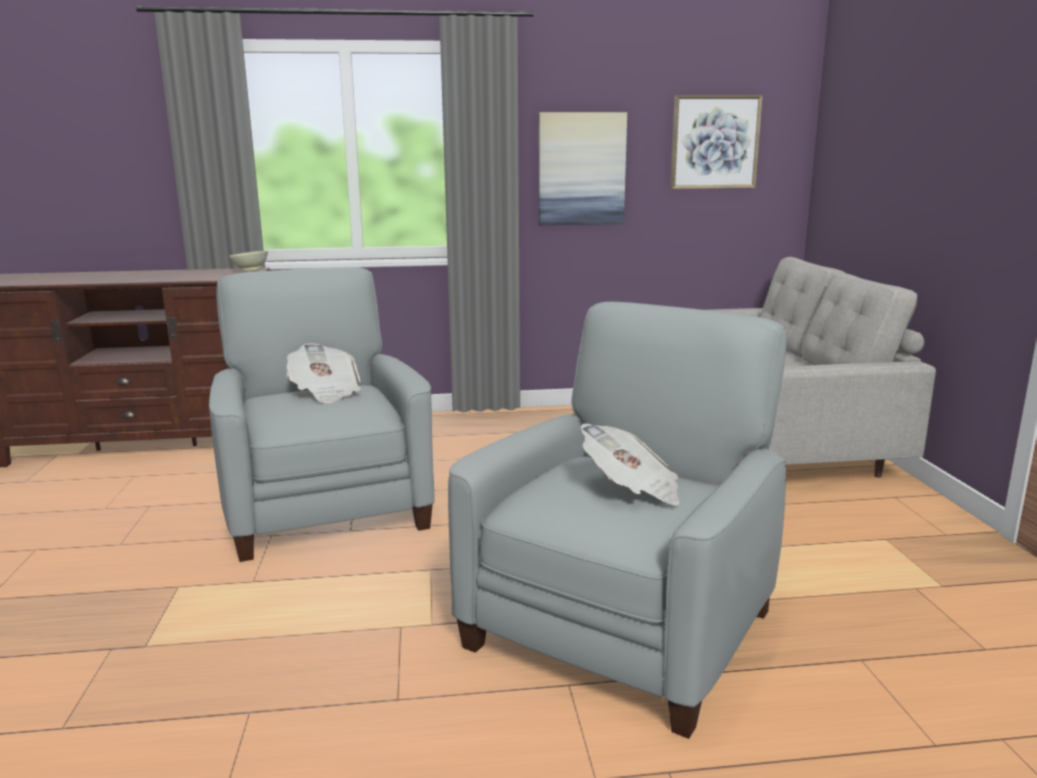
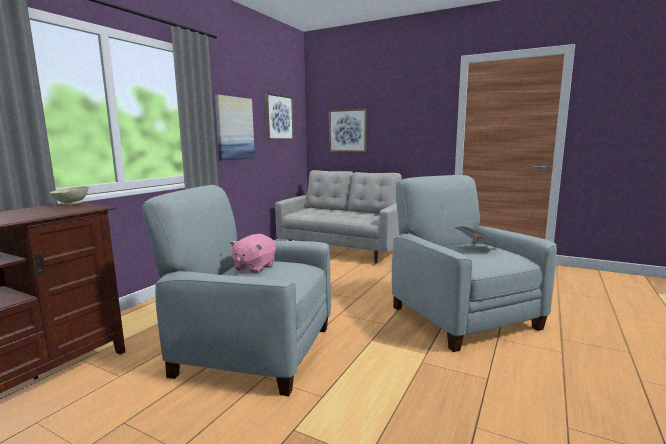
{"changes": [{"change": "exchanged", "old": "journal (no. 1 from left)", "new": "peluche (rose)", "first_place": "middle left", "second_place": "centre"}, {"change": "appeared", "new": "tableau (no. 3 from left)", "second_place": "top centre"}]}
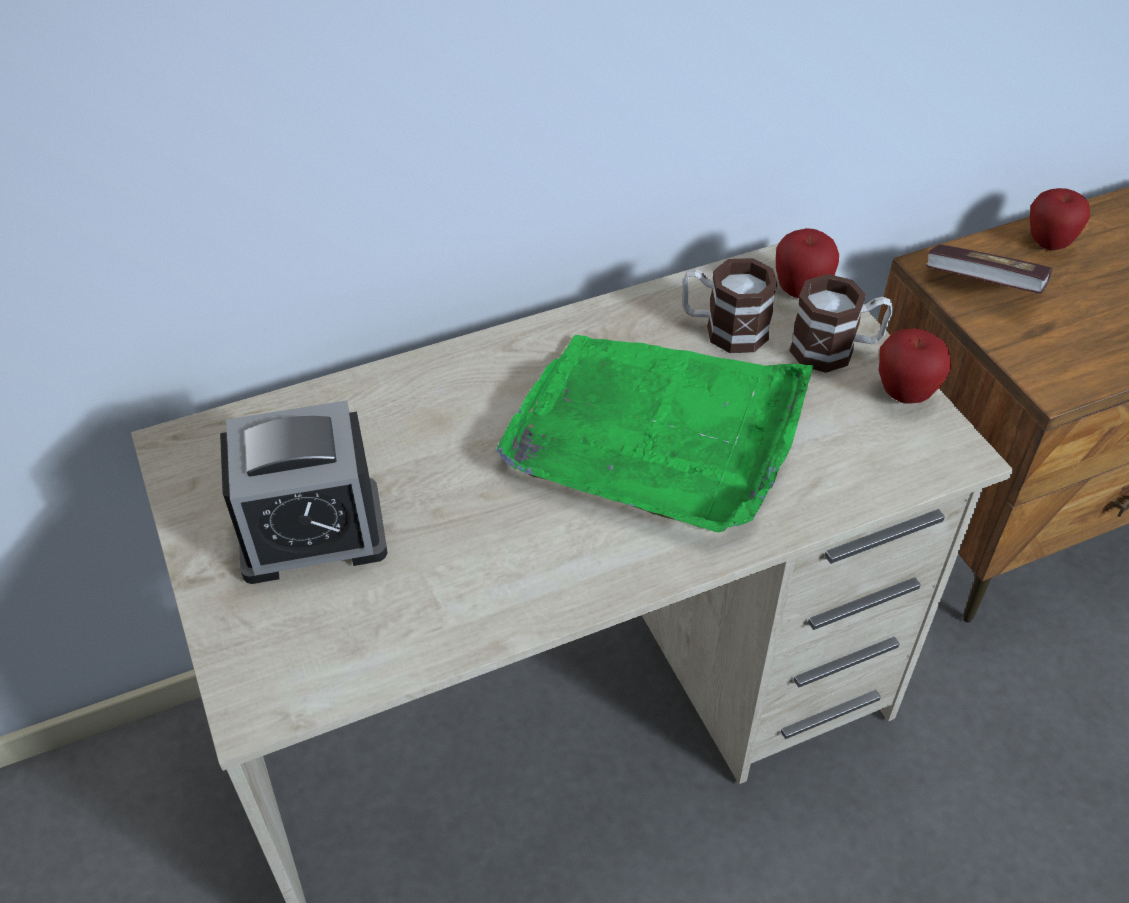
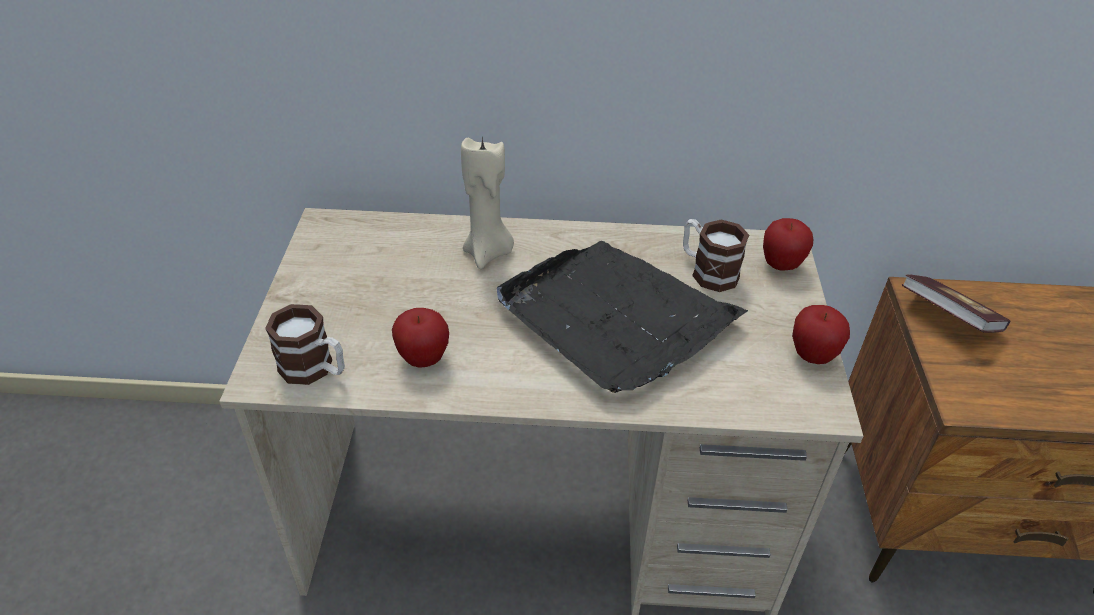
{"changes": [{"change": "missing", "old": "réveil", "first_place": "middle left"}, {"change": "colour", "old": "plateau (vert)", "new": "plateau (noir)", "first_place": "centre", "second_place": "centre"}, {"change": "relocated", "old": "mug (no. 2 from left in the first image)", "new": "mug (no. 1 from left)", "first_place": "middle right", "second_place": "middle left"}, {"change": "relocated", "old": "pomme (no. 3 from left in the first image)", "new": "pomme (no. 1 from left)", "first_place": "top right", "second_place": "centre"}, {"change": "appeared", "new": "bougie (beige)", "second_place": "top centre"}]}
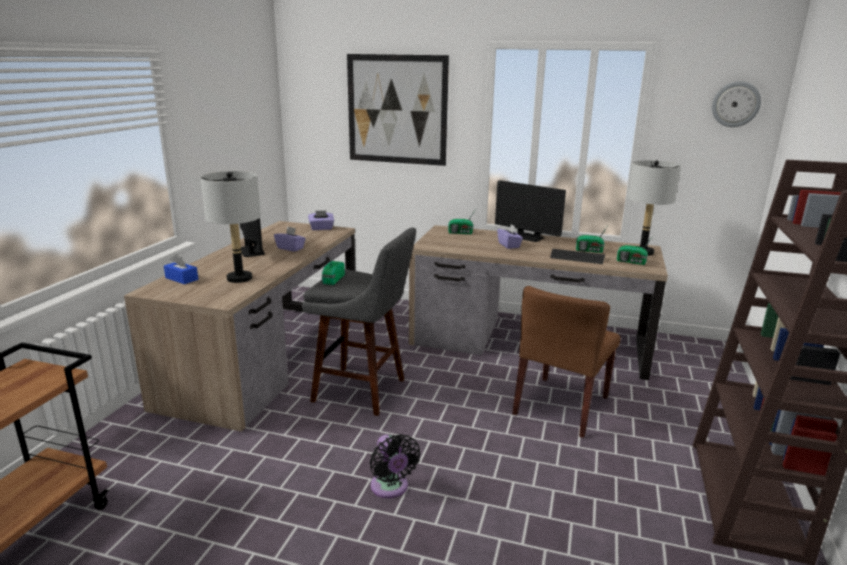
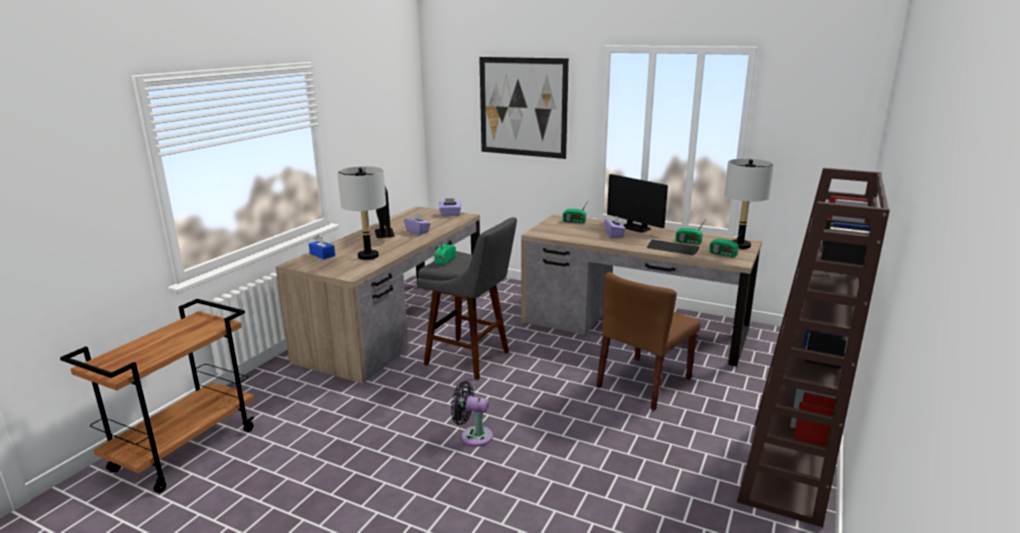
{"changes": [{"change": "spun", "old": "ventilateur (noir)", "first_place": "bottom centre", "second_place": "bottom centre", "degrees": 120}, {"change": "missing", "old": "horloge murale", "first_place": "top right"}]}
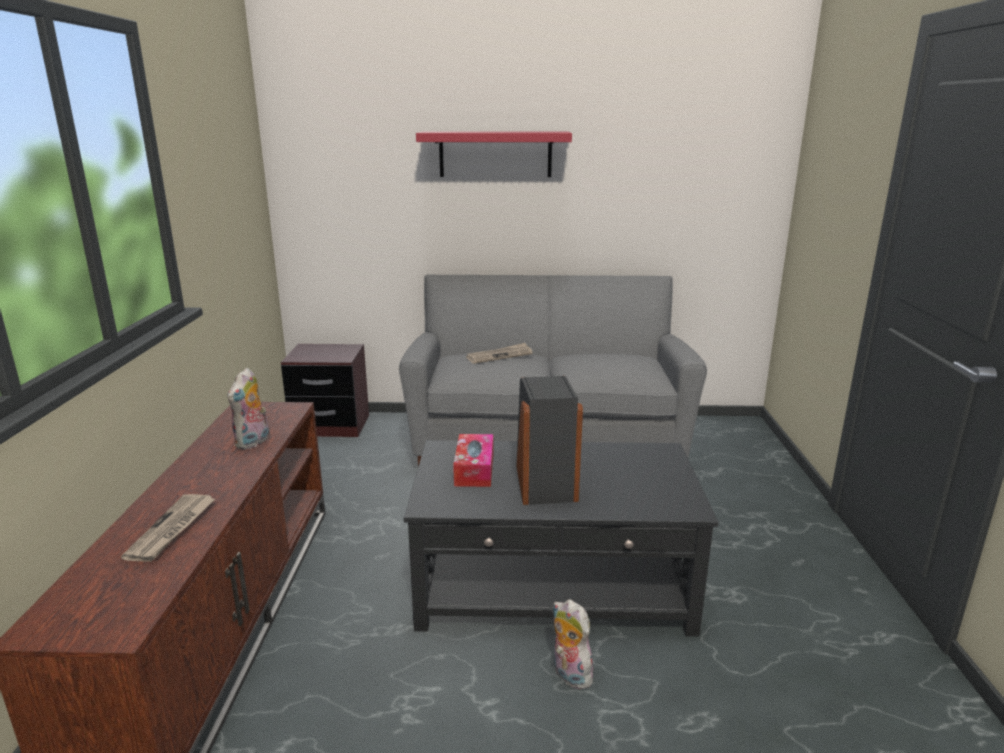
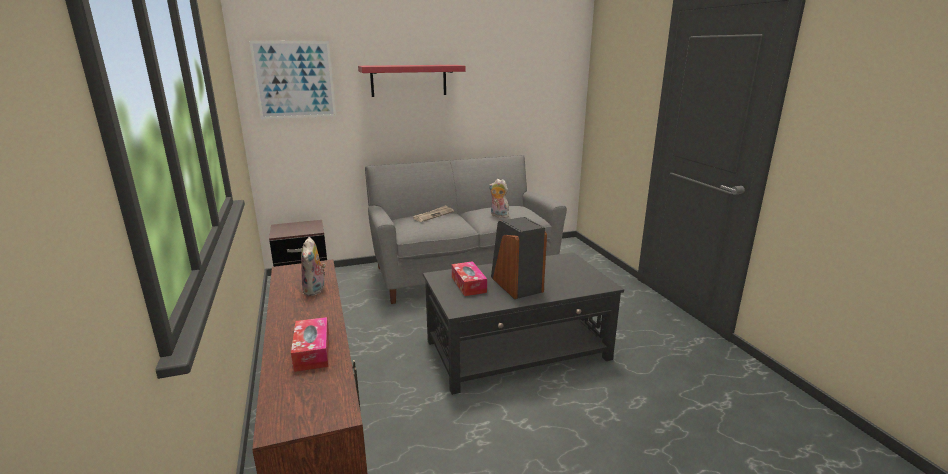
{"changes": [{"change": "exchanged", "old": "journal (no. 1 from left)", "new": "boîte à mouchoirs (no. 1 from left)", "first_place": "bottom left", "second_place": "bottom left"}, {"change": "relocated", "old": "peluche (no. 2 from left)", "first_place": "bottom centre", "second_place": "centre"}, {"change": "appeared", "new": "tableau", "second_place": "top left"}]}
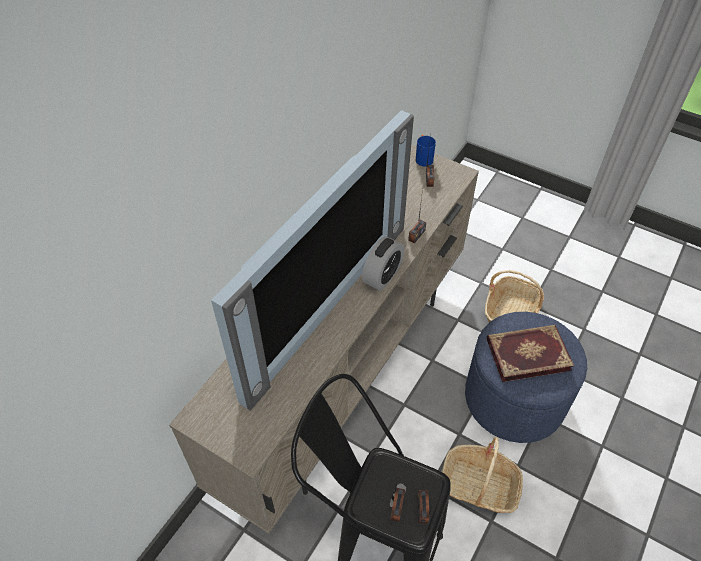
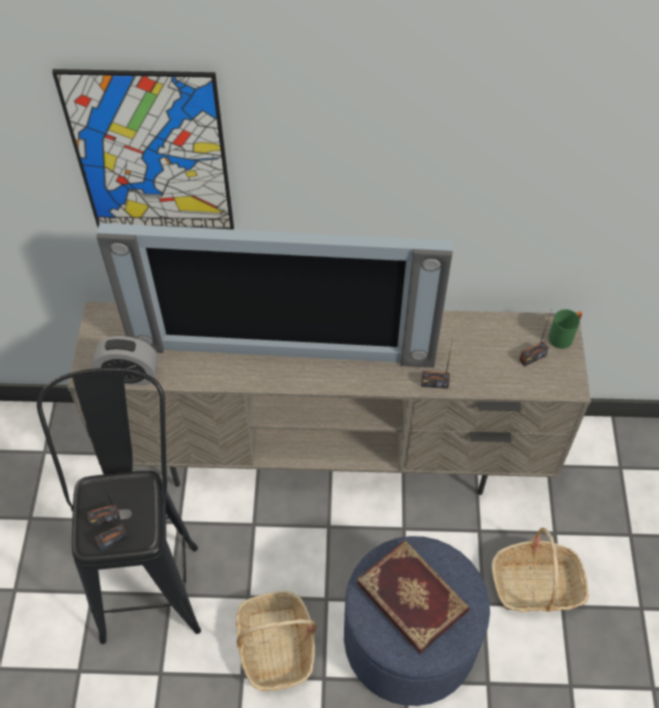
{"changes": [{"change": "relocated", "old": "réveil", "first_place": "centre", "second_place": "middle left"}, {"change": "colour", "old": "mug (bleu)", "new": "mug (vert)", "first_place": "top centre", "second_place": "middle right"}, {"change": "appeared", "new": "tableau", "second_place": "top left"}]}
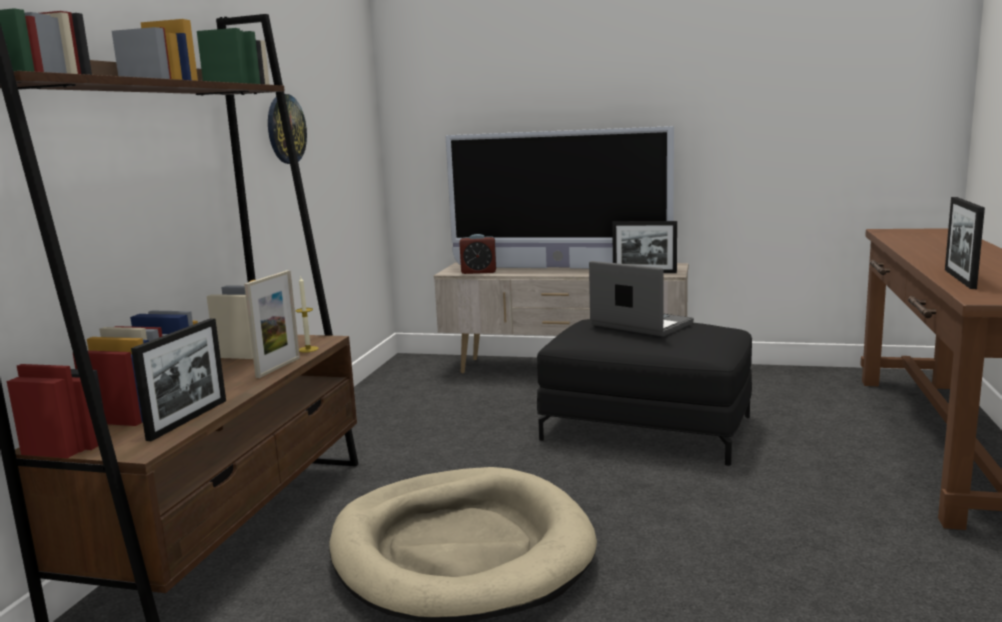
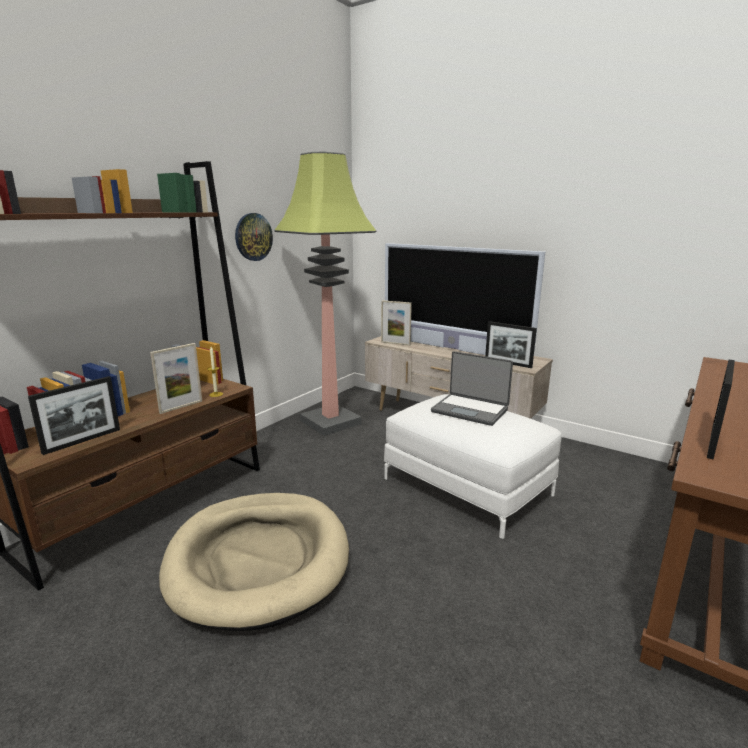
{"changes": [{"change": "exchanged", "old": "réveil", "new": "cadre photo (no. 3 from left)", "first_place": "centre", "second_place": "centre"}, {"change": "colour", "old": "pouf (noir)", "new": "pouf (blanc)", "first_place": "centre", "second_place": "centre"}, {"change": "spun", "old": "ordinateur portable", "first_place": "centre", "second_place": "centre", "degrees": 150}, {"change": "appeared", "new": "lampadaire", "second_place": "centre"}]}
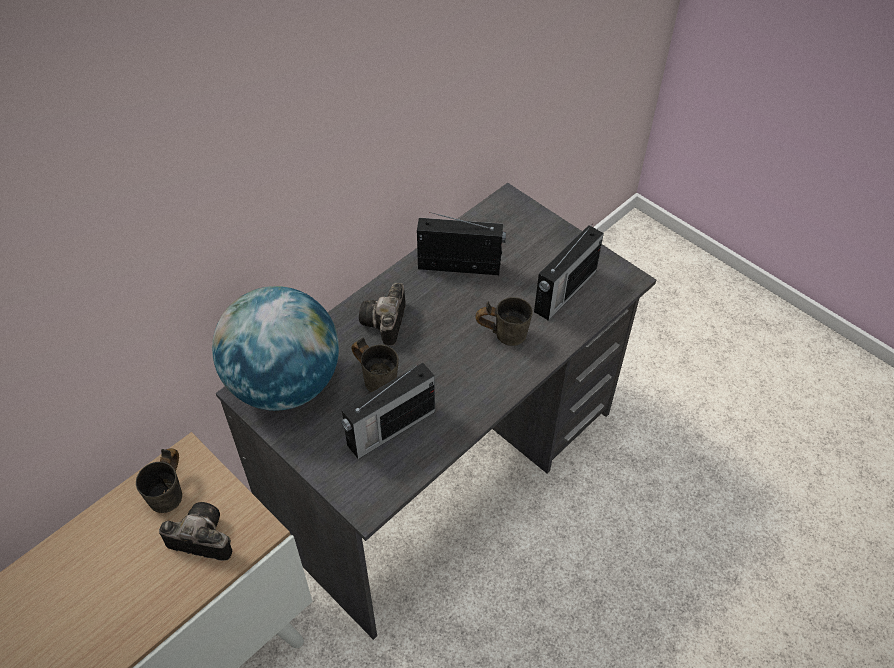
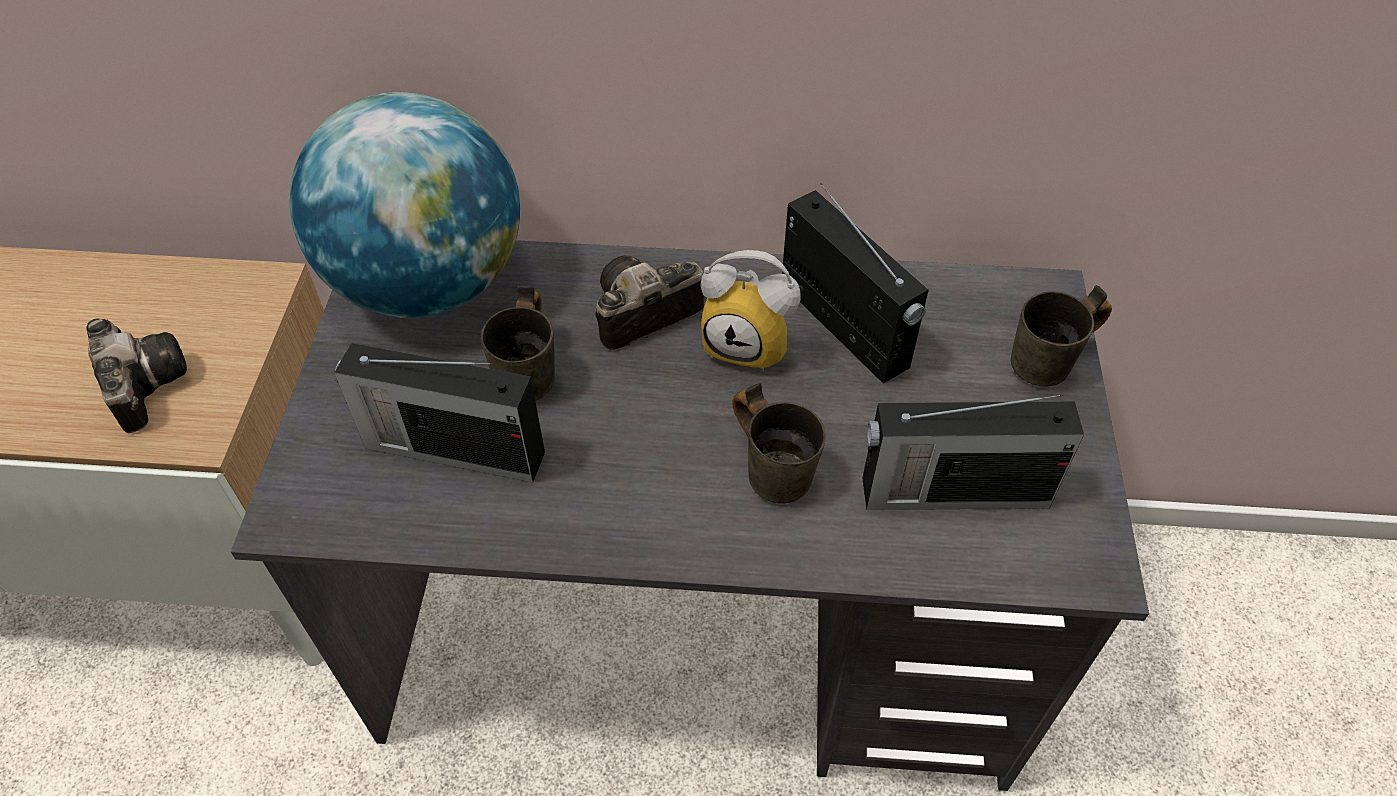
{"changes": [{"change": "relocated", "old": "mug (gris) (no. 1 from left in the first image)", "new": "mug (gris) (no. 3 from left)", "first_place": "bottom left", "second_place": "middle right"}, {"change": "appeared", "new": "réveil", "second_place": "centre"}]}
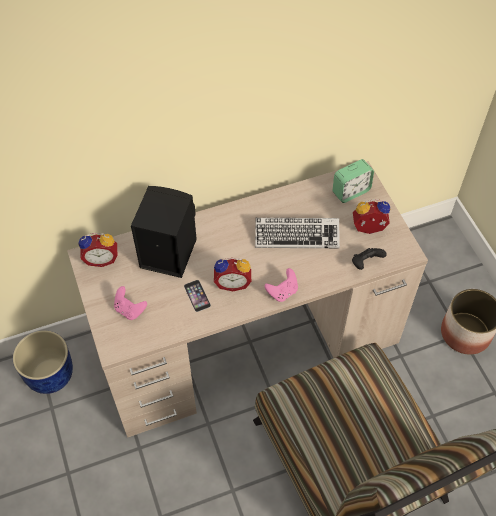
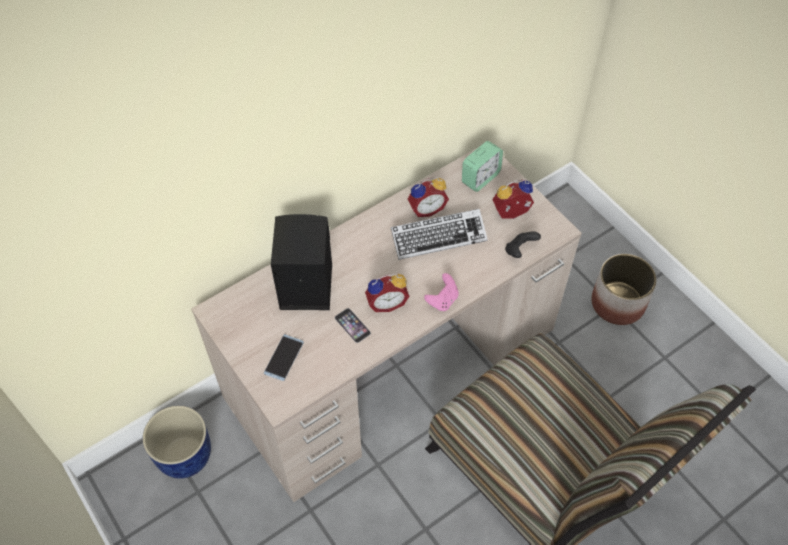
{"changes": [{"change": "relocated", "old": "réveil (no. 1 from left in the first image)", "new": "réveil (no. 2 from left)", "first_place": "middle left", "second_place": "centre"}, {"change": "exchanged", "old": "manette (rose) (no. 1 from left)", "new": "téléphone (no. 1 from left)", "first_place": "middle left", "second_place": "centre"}]}
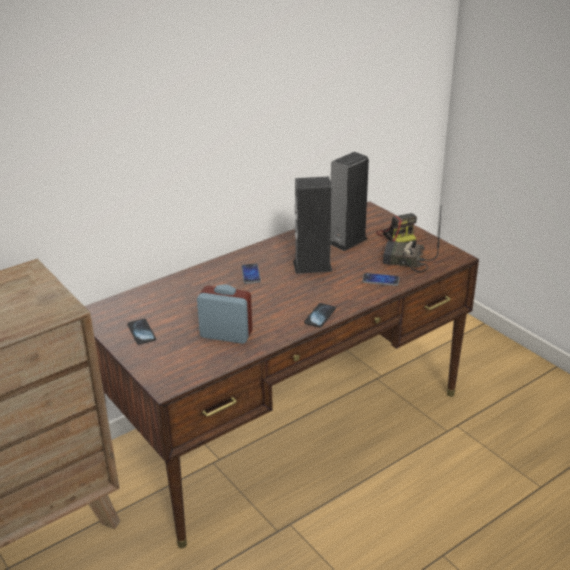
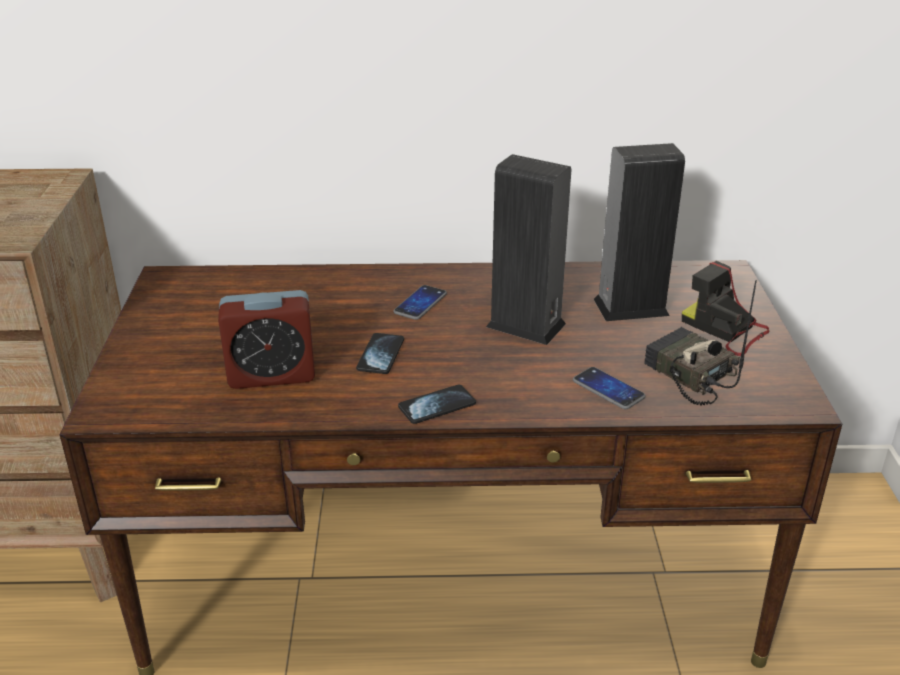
{"changes": [{"change": "relocated", "old": "téléphone (no. 1 from left)", "first_place": "middle left", "second_place": "centre"}, {"change": "spun", "old": "réveil", "first_place": "centre", "second_place": "middle left", "degrees": 120}, {"change": "spun", "old": "appareil photo", "first_place": "middle right", "second_place": "middle right", "degrees": 120}]}
